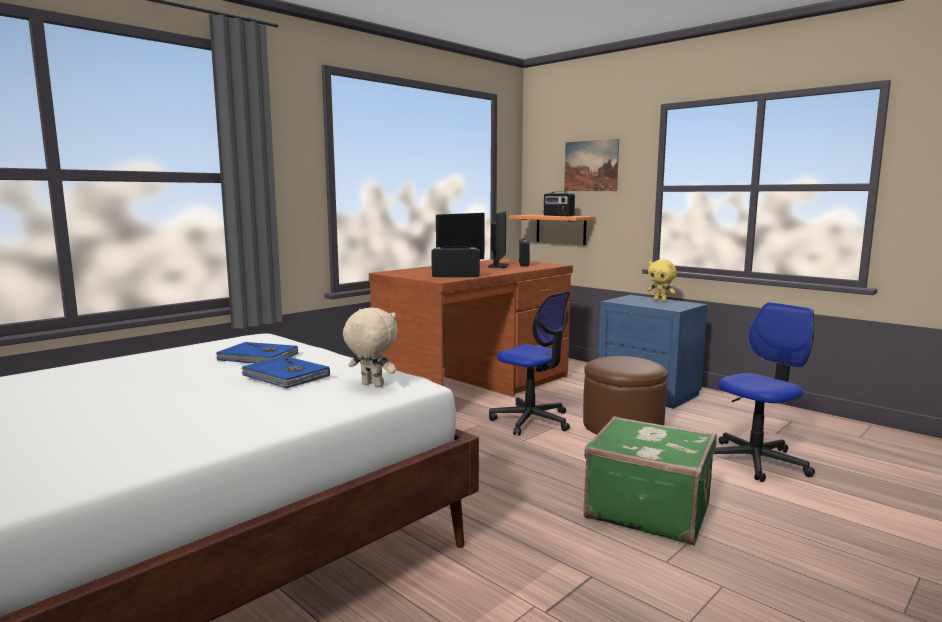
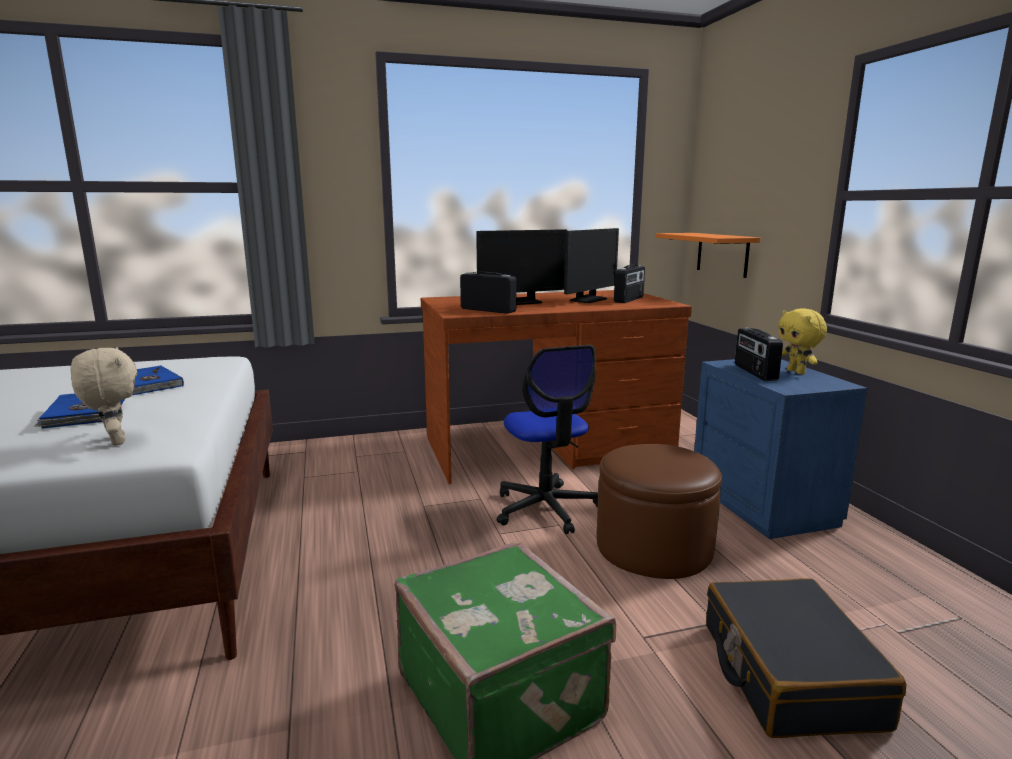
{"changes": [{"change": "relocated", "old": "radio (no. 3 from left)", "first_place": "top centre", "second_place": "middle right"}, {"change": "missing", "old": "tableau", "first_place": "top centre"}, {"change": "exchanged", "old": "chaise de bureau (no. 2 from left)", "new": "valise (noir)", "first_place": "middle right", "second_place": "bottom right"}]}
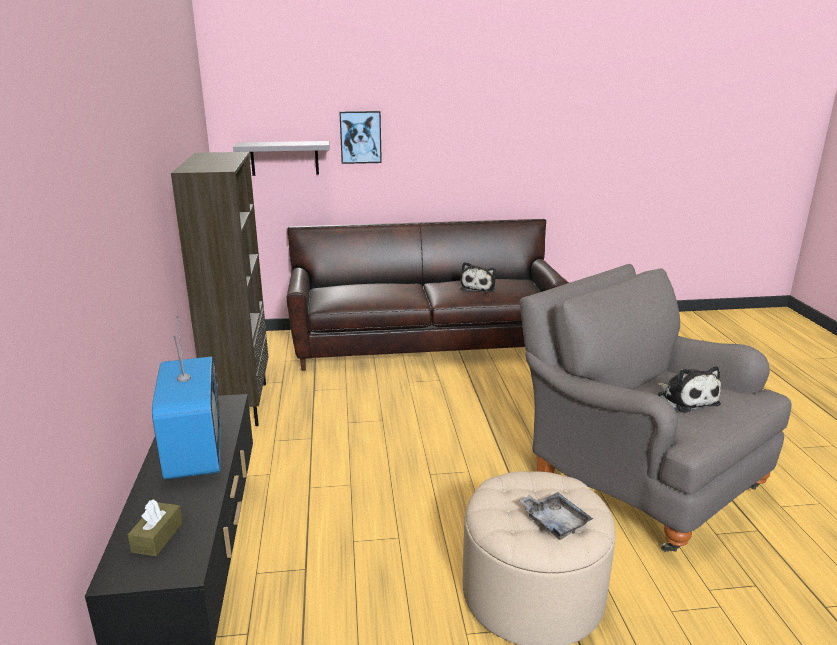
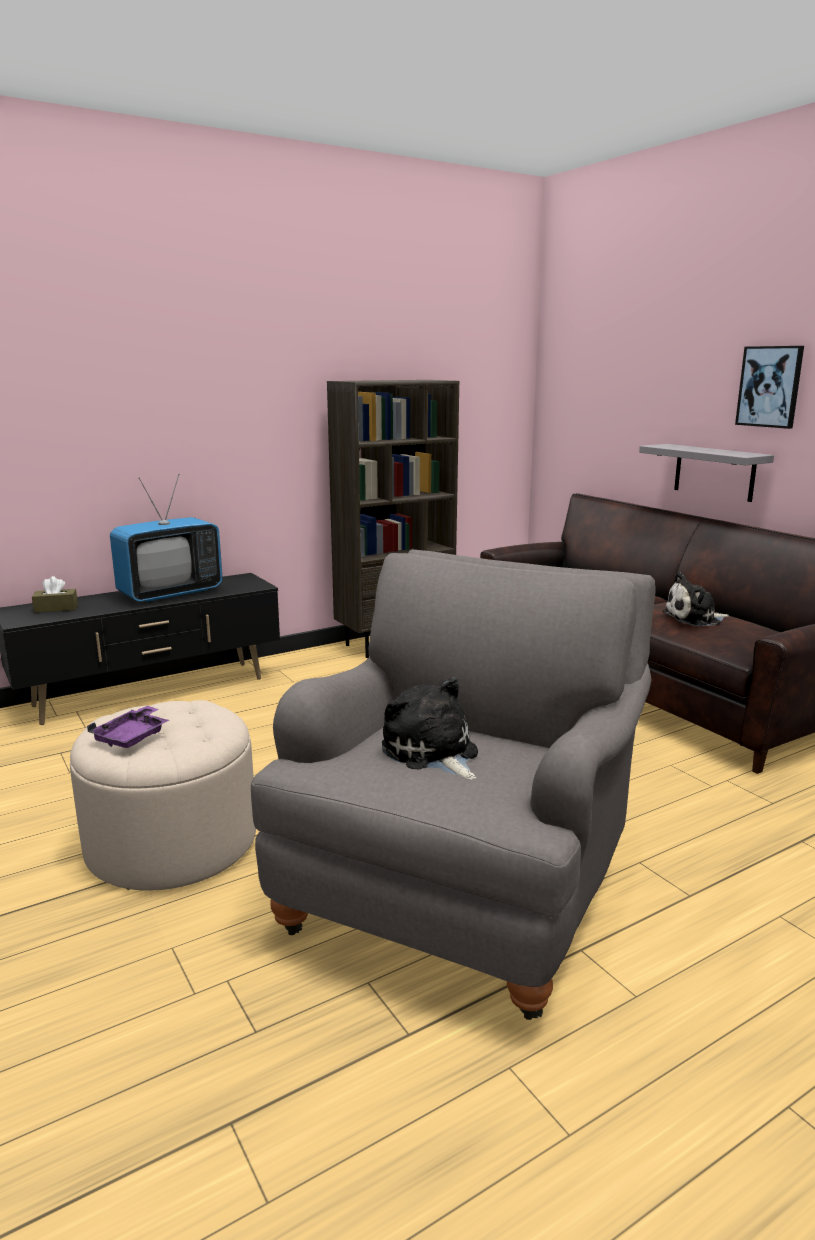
{"changes": [{"change": "relocated", "old": "étagère (gris)", "first_place": "top centre", "second_place": "middle right"}, {"change": "relocated", "old": "tableau", "first_place": "top centre", "second_place": "top right"}, {"change": "colour", "old": "plateau (gris)", "new": "plateau (violet)", "first_place": "bottom centre", "second_place": "middle left"}, {"change": "spun", "old": "peluche (no. 2 from left in the first image)", "first_place": "middle right", "second_place": "centre", "degrees": 105}]}
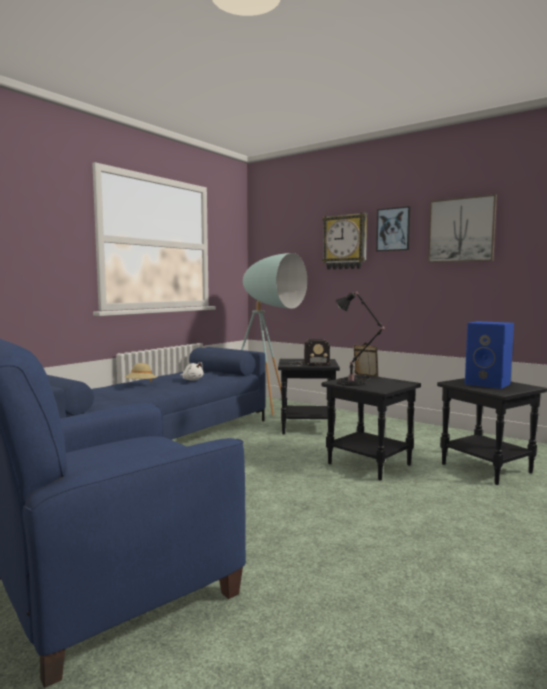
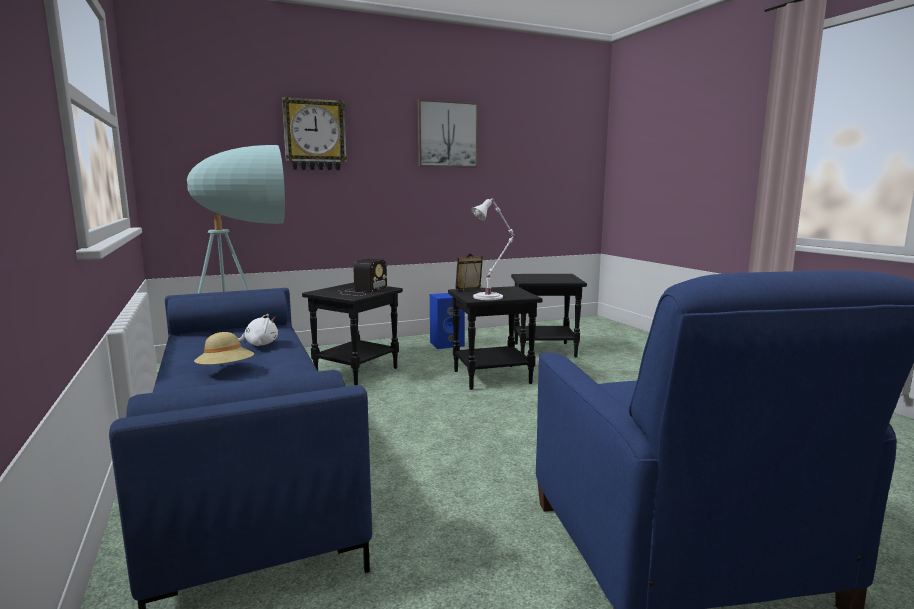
{"changes": [{"change": "colour", "old": "lampe de table (noir)", "new": "lampe de table (blanc)", "first_place": "centre", "second_place": "centre"}, {"change": "missing", "old": "tableau (no. 1 from left)", "first_place": "top right"}, {"change": "relocated", "old": "enceinte (bleu)", "first_place": "middle right", "second_place": "centre"}]}
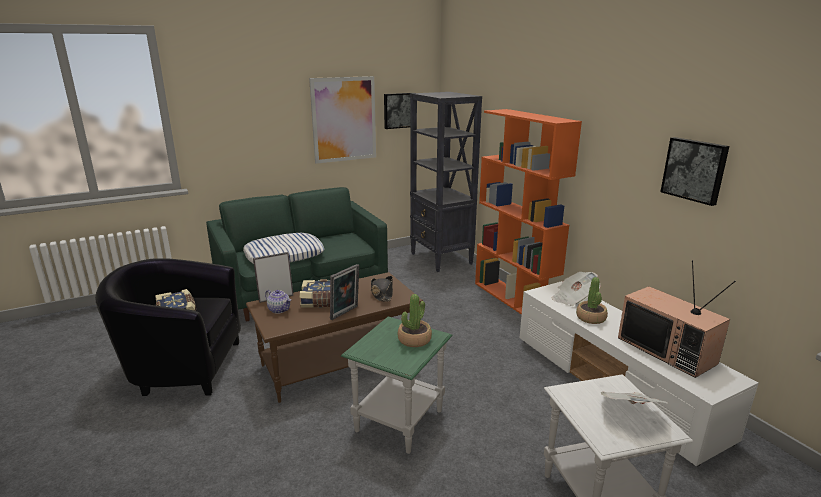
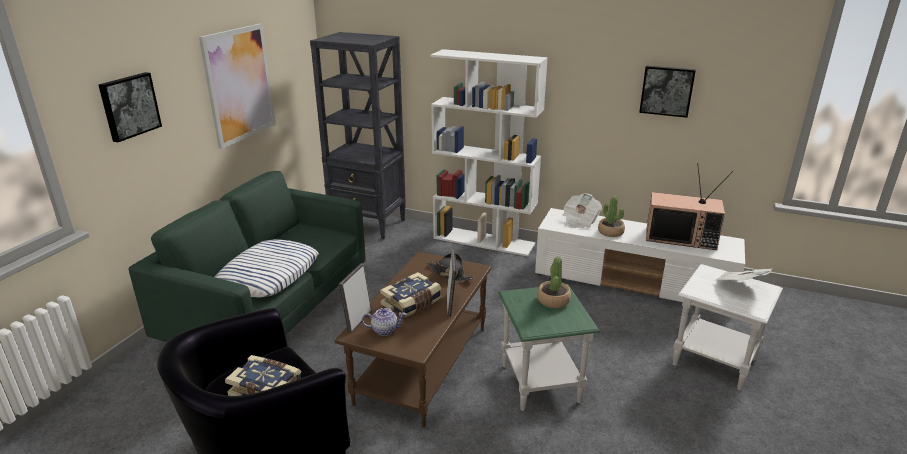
{"changes": [{"change": "relocated", "old": "tableau (no. 2 from left in the first image)", "new": "tableau (no. 1 from left)", "first_place": "top centre", "second_place": "top left"}, {"change": "colour", "old": "bibliothèque (orange)", "new": "bibliothèque (blanc)", "first_place": "centre", "second_place": "centre"}]}
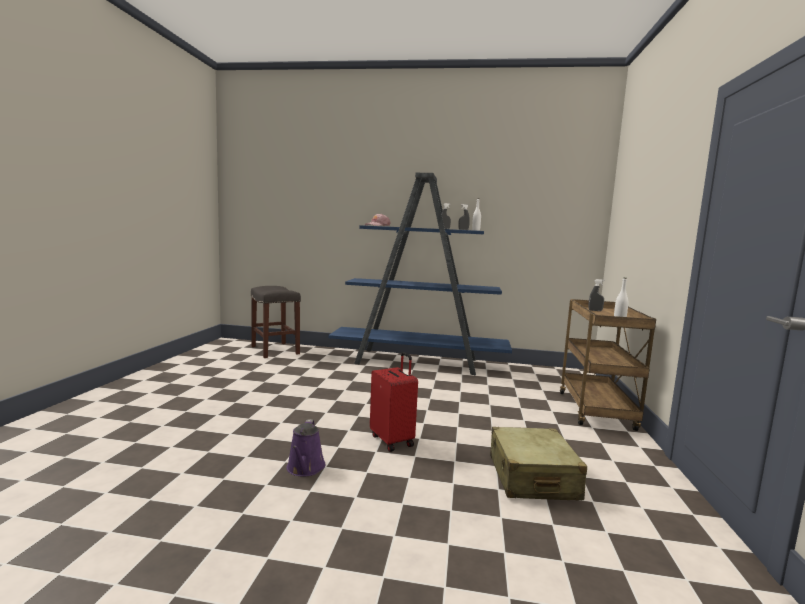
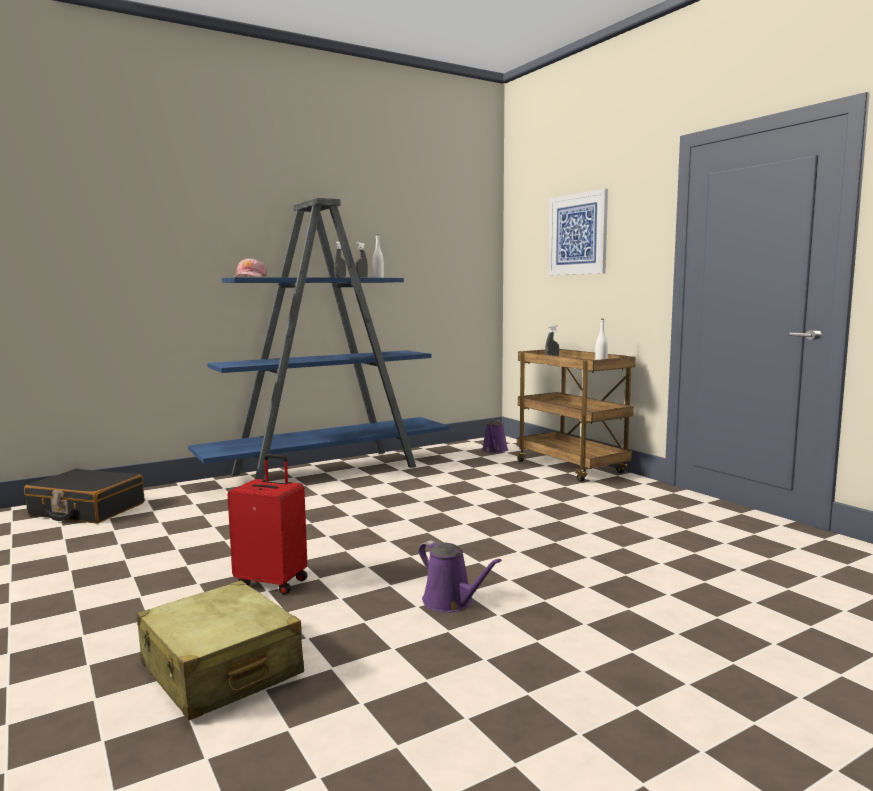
{"changes": [{"change": "exchanged", "old": "tabouret (gris)", "new": "valise (noir)", "first_place": "centre", "second_place": "middle left"}, {"change": "relocated", "old": "valise (rouge)", "first_place": "centre", "second_place": "middle left"}, {"change": "relocated", "old": "valise (beige)", "first_place": "bottom right", "second_place": "bottom left"}, {"change": "appeared", "new": "arrosoir (violet) (no. 2 from left)", "second_place": "centre"}, {"change": "appeared", "new": "tableau", "second_place": "top centre"}]}
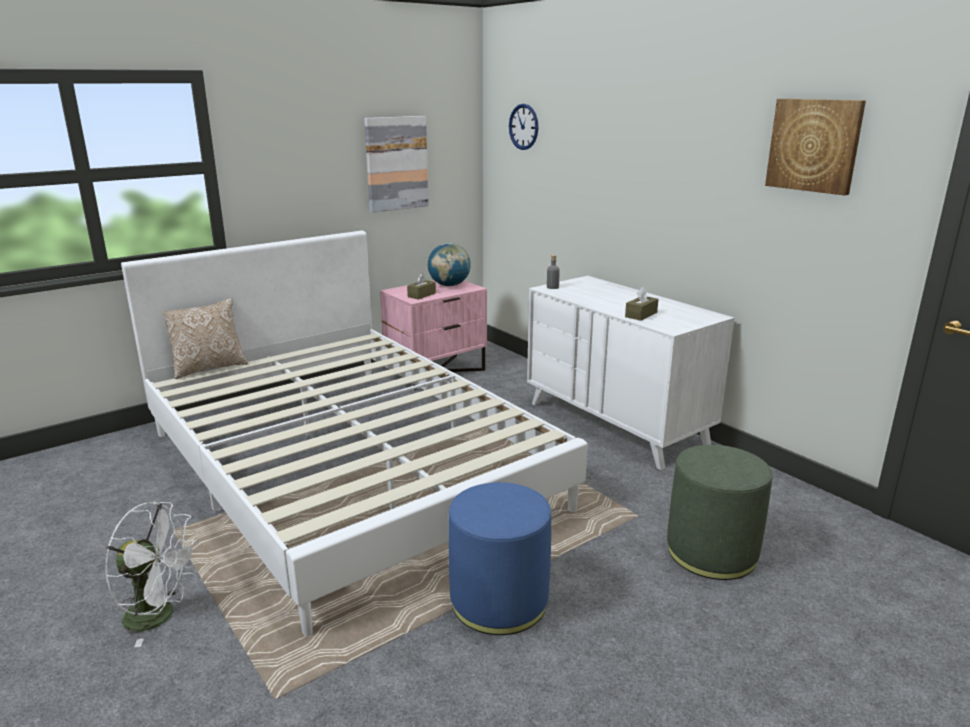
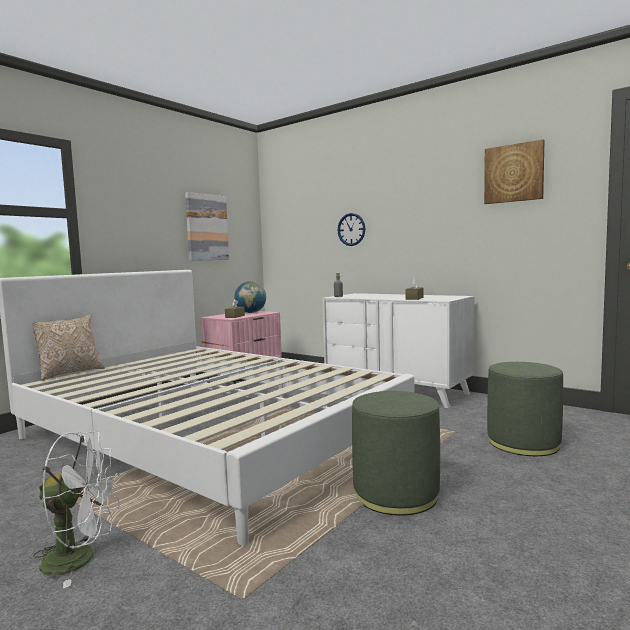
{"changes": [{"change": "colour", "old": "pouf (bleu)", "new": "pouf (vert) (no. 1 from left)", "first_place": "bottom centre", "second_place": "bottom centre"}, {"change": "relocated", "old": "horloge murale", "first_place": "top centre", "second_place": "centre"}]}
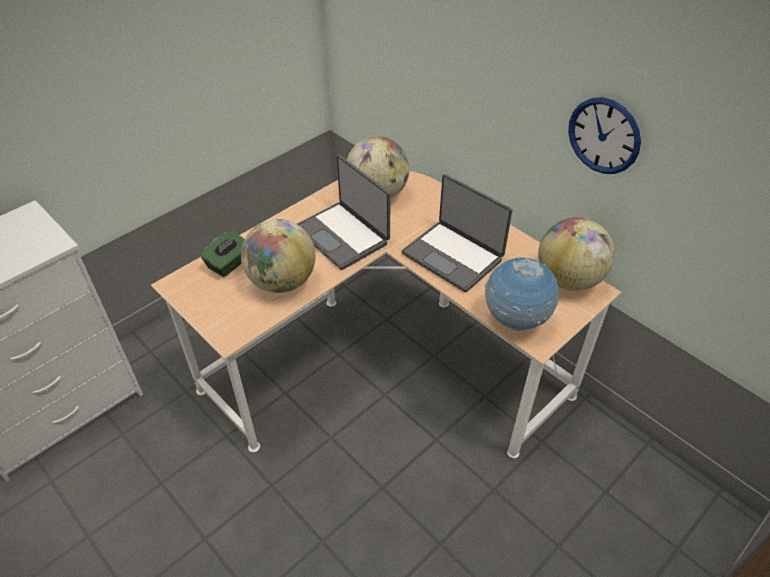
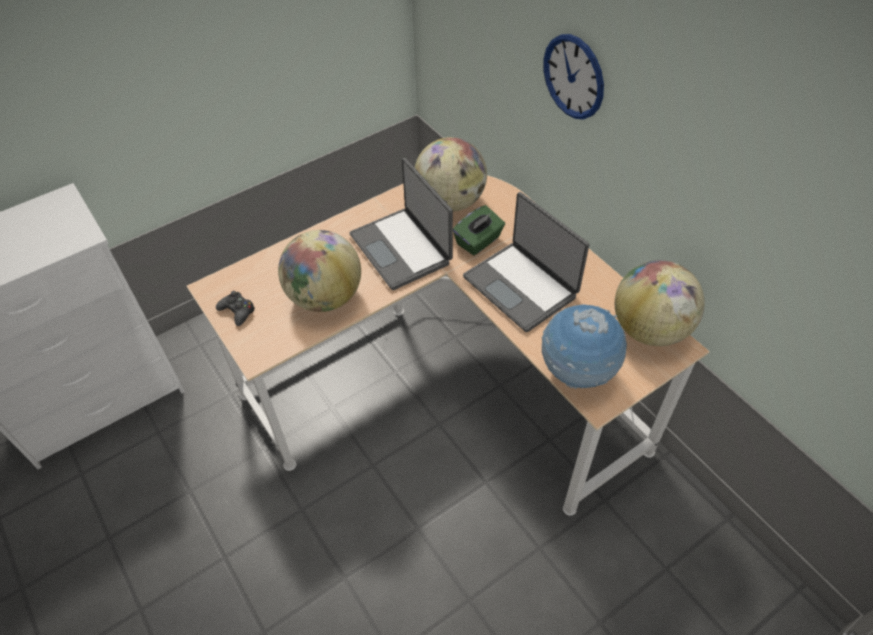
{"changes": [{"change": "relocated", "old": "boîte à mouchoirs (vert)", "first_place": "middle left", "second_place": "centre"}, {"change": "relocated", "old": "horloge murale", "first_place": "top right", "second_place": "top centre"}, {"change": "appeared", "new": "manette (noir)", "second_place": "middle left"}]}
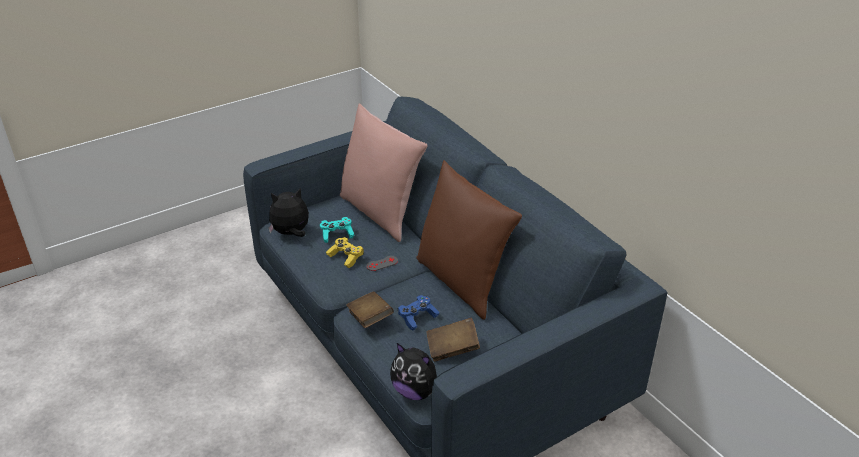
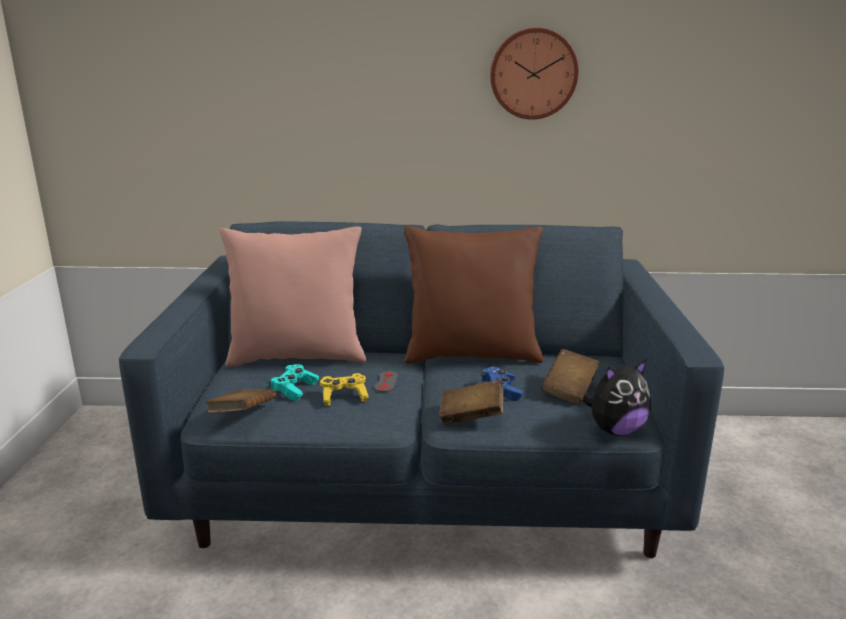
{"changes": [{"change": "exchanged", "old": "peluche (no. 1 from left)", "new": "livre (marron) (no. 1 from left)", "first_place": "centre", "second_place": "middle left"}, {"change": "appeared", "new": "horloge murale", "second_place": "top centre"}]}
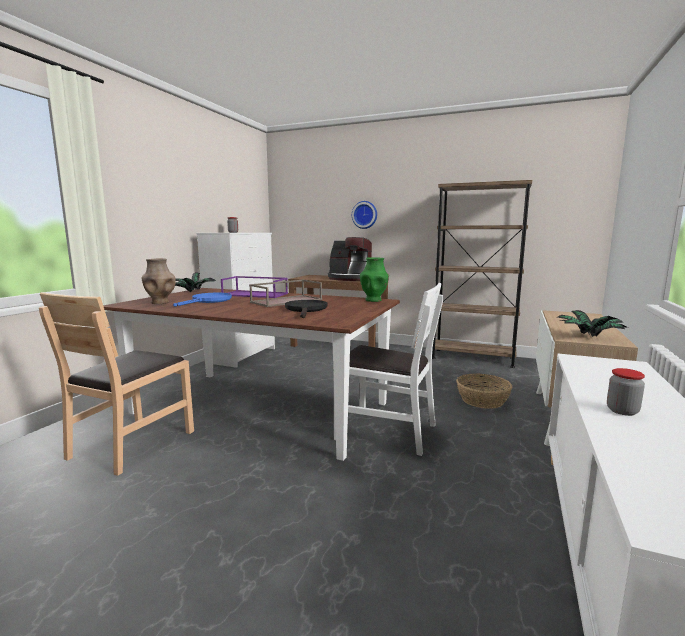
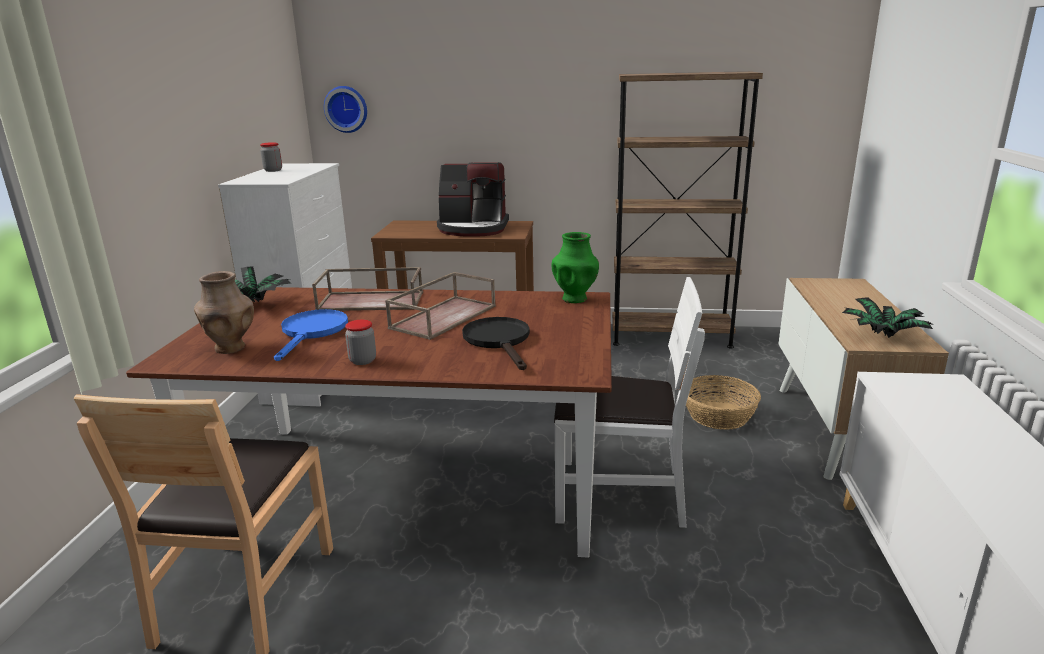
{"changes": [{"change": "colour", "old": "plateau (violet)", "new": "plateau (marron) (no. 1 from left)", "first_place": "centre", "second_place": "centre"}, {"change": "relocated", "old": "horloge murale", "first_place": "centre", "second_place": "top left"}, {"change": "relocated", "old": "bocal (no. 2 from left)", "first_place": "middle right", "second_place": "centre"}]}
